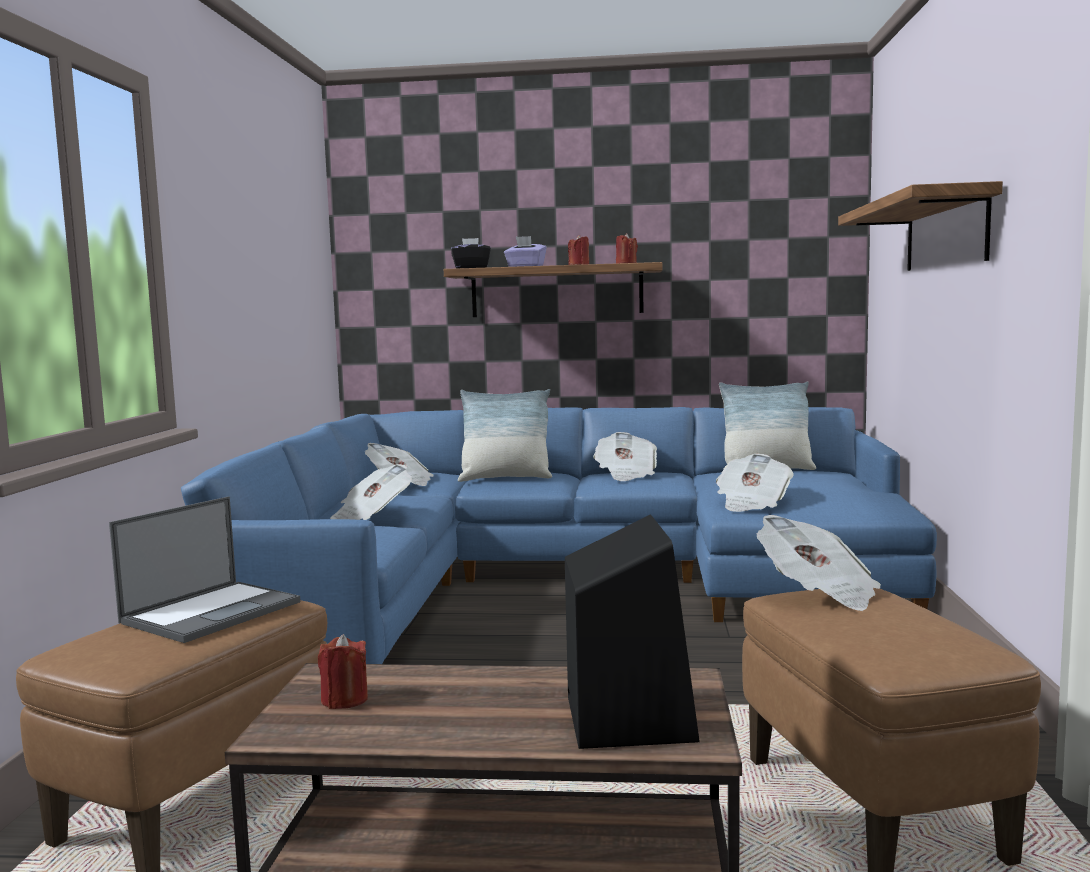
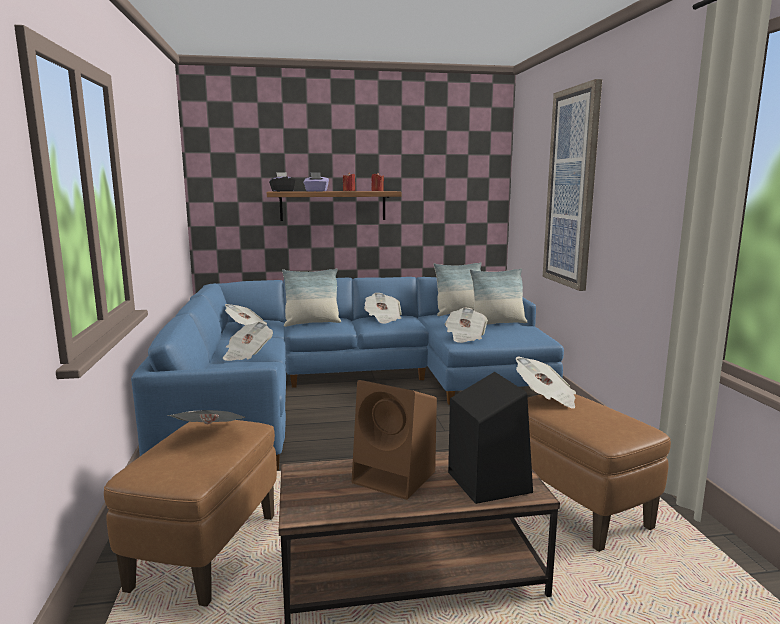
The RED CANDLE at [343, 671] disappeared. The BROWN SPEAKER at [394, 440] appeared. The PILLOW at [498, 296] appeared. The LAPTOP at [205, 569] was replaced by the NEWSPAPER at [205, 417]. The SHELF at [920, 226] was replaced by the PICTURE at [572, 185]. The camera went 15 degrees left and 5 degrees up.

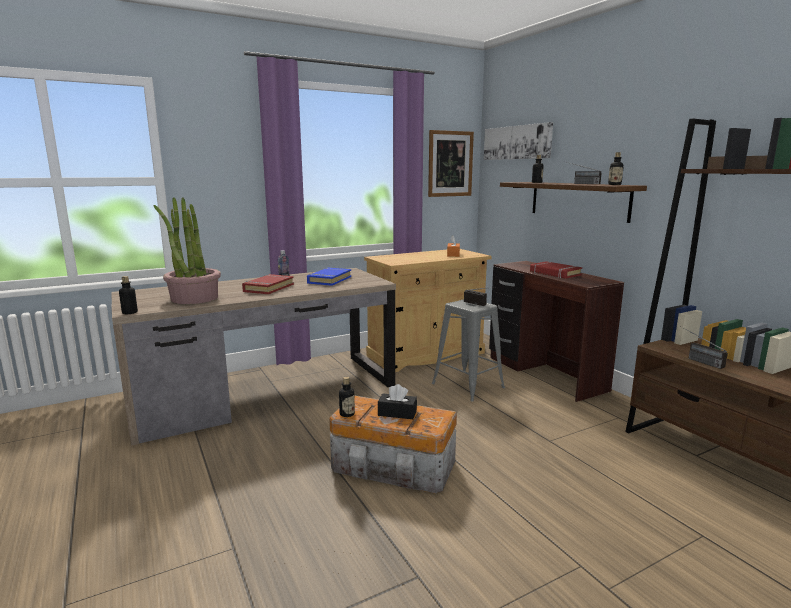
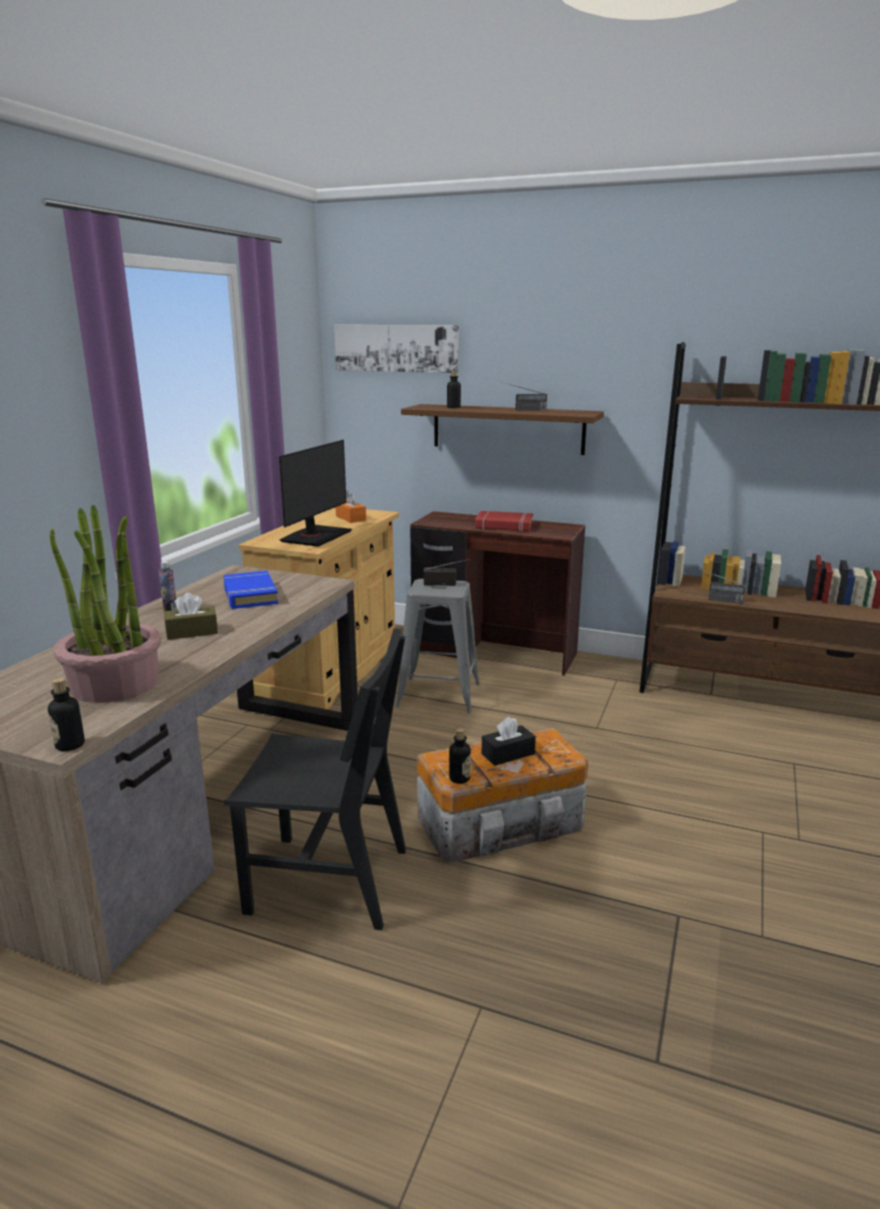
The PICTURE at [451, 163] disappeared. The BOTTLE at [616, 168] disappeared. The BLACK CHAIR at [315, 779] appeared. The MONITOR at [315, 493] appeared. The RED BOOK at [268, 284] was replaced by the BROWN TISSUE BOX at [191, 616]. The camera went 40 degrees left and 5 degrees up.

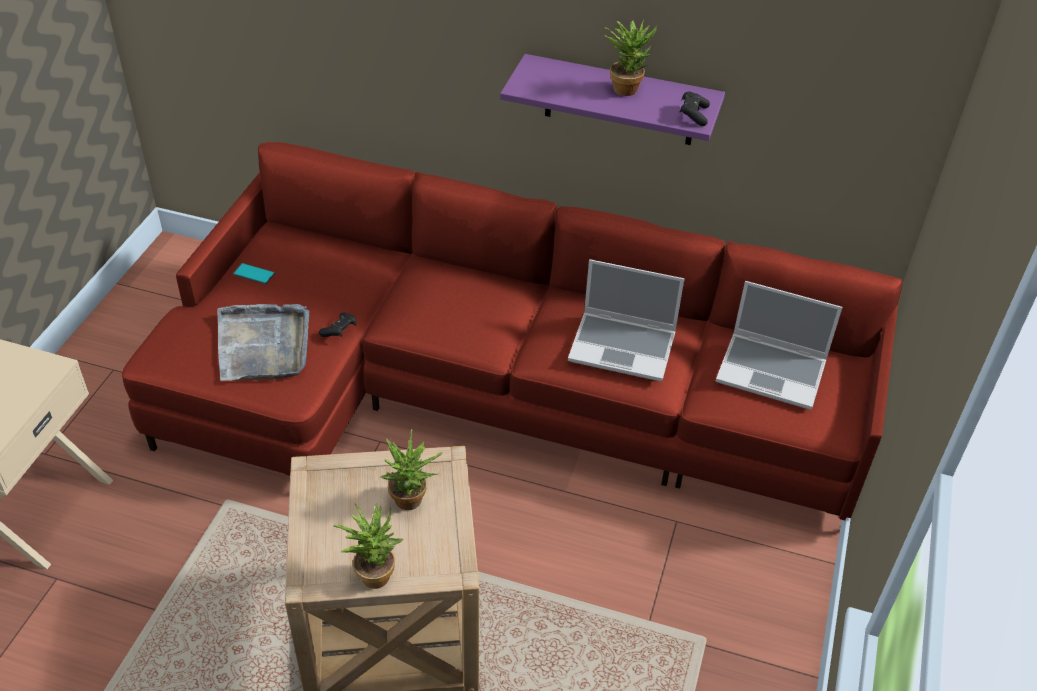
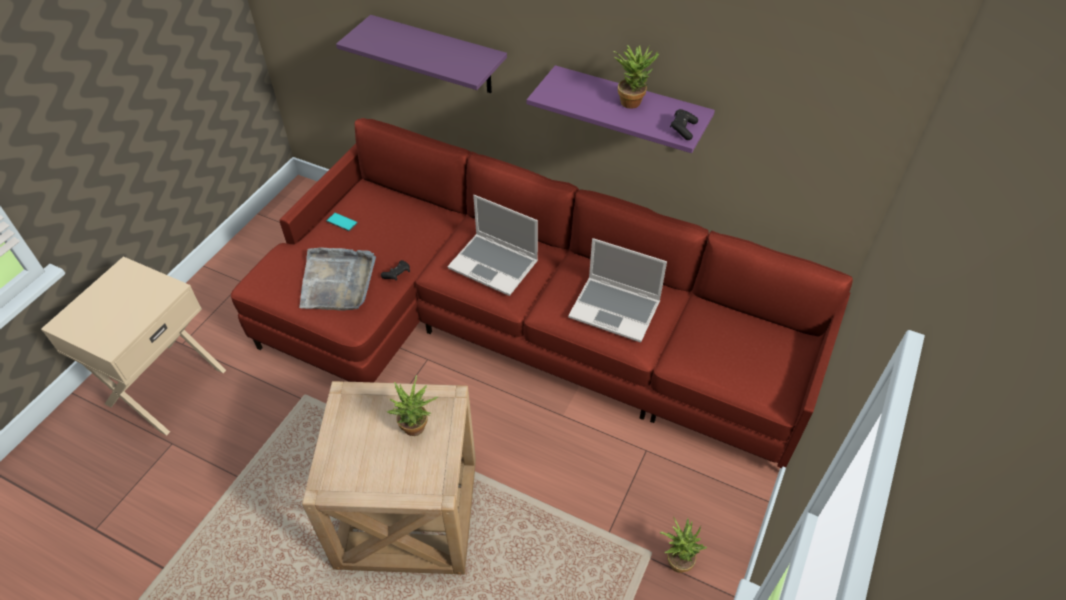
The PURPLE SHELF at [421, 54] appeared. The POTTED PLANT moved from [368, 546] to [683, 545]. The LAPTOP moved from [779, 345] to [492, 245]. The camera went 10 degrees right and 5 degrees up.

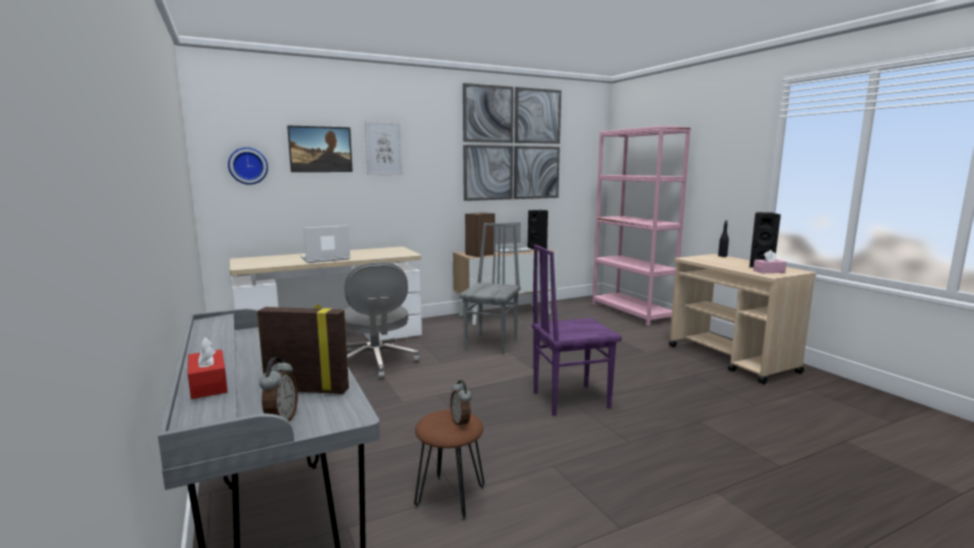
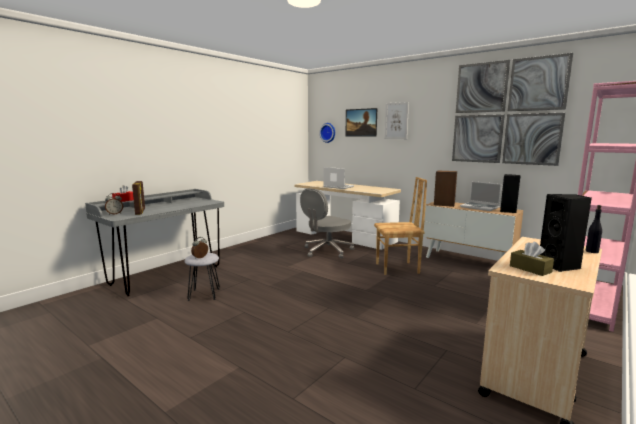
The PURPLE CHAIR at [577, 330] disappeared. The BROWN STOOL at [449, 465] became the GREY STOOL at [202, 277]. The GREY CHAIR at [490, 288] became the BROWN CHAIR at [400, 226]. The PINK TISSUE BOX at [770, 261] became the BROWN TISSUE BOX at [532, 259]. The camera went 65 degrees right and 0 degrees up.

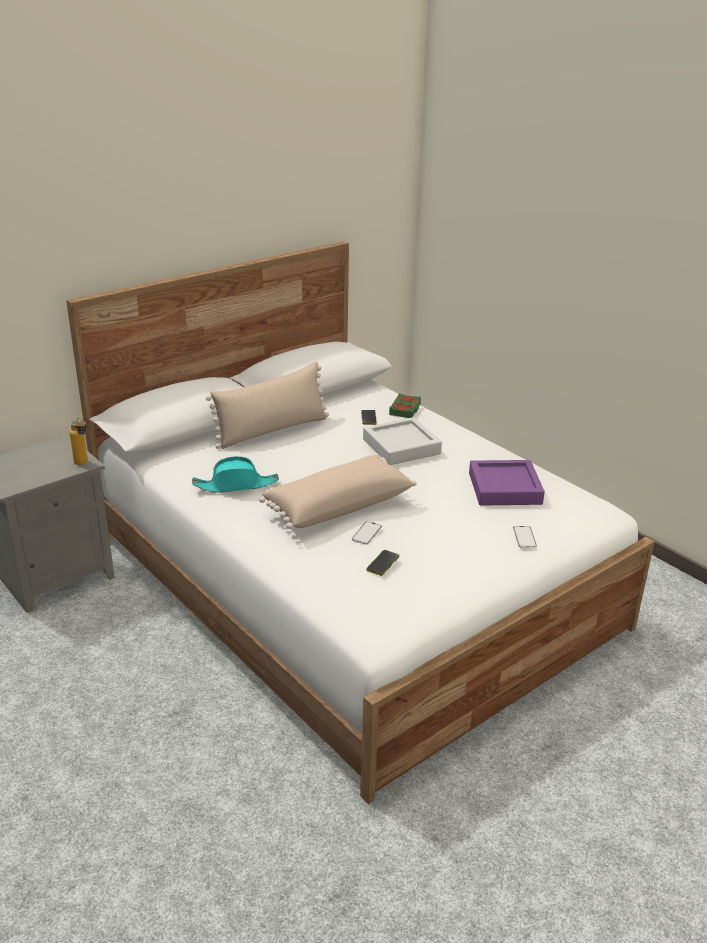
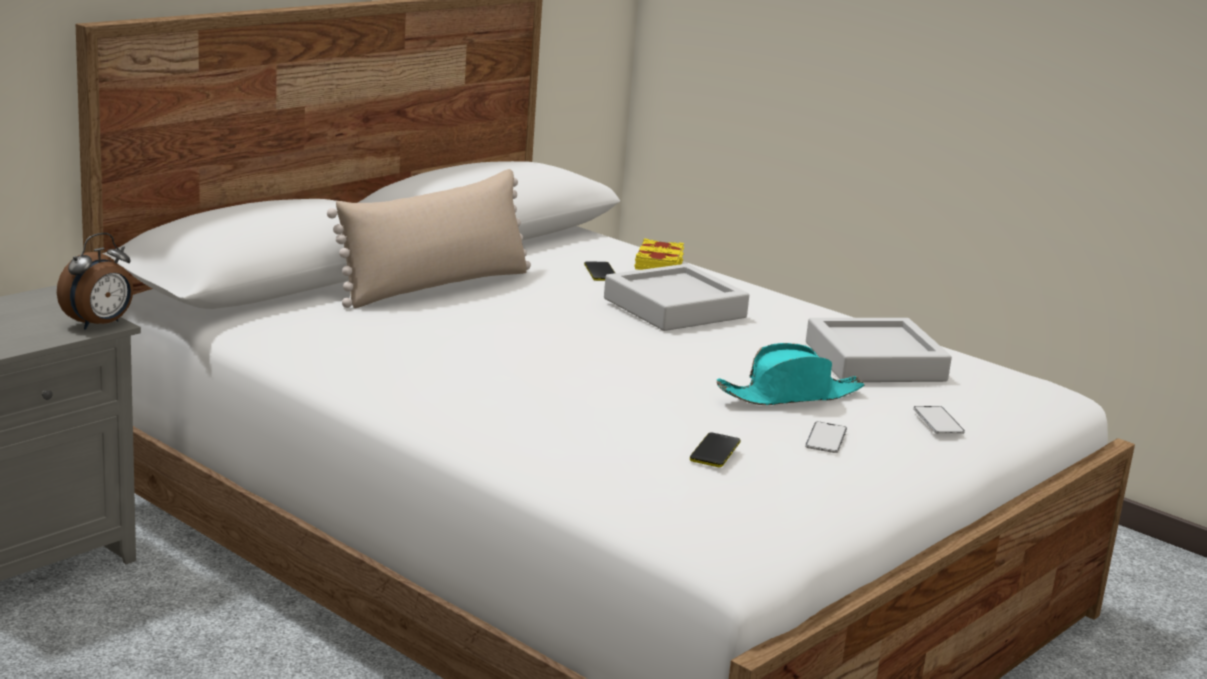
The BEIGE PILLOW at [337, 492] disappeared. The TURQUOISE HAT moved from [235, 474] to [791, 374]. The PHONE moved from [367, 533] to [826, 437]. The BOTTLE at [78, 441] was replaced by the ALARM CLOCK at [95, 281]. The GREEN BOOK at [405, 406] became the YELLOW BOOK at [659, 254]. The PURPLE TRAY at [507, 483] became the GREY TRAY at [879, 350]. The camera went 10 degrees left and 10 degrees down.

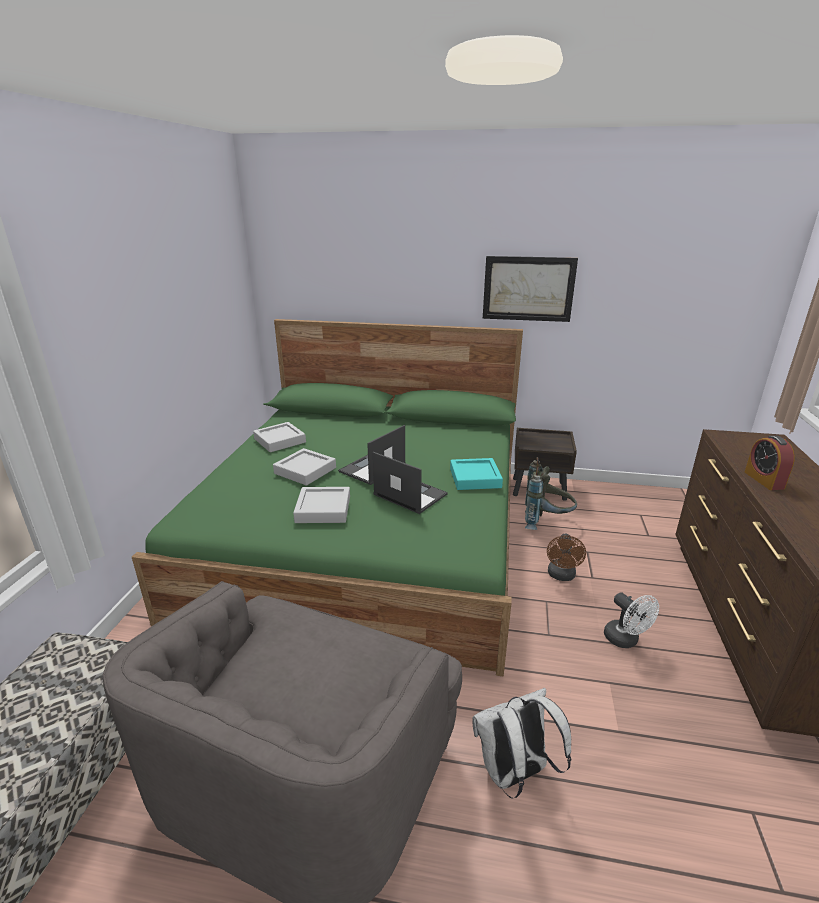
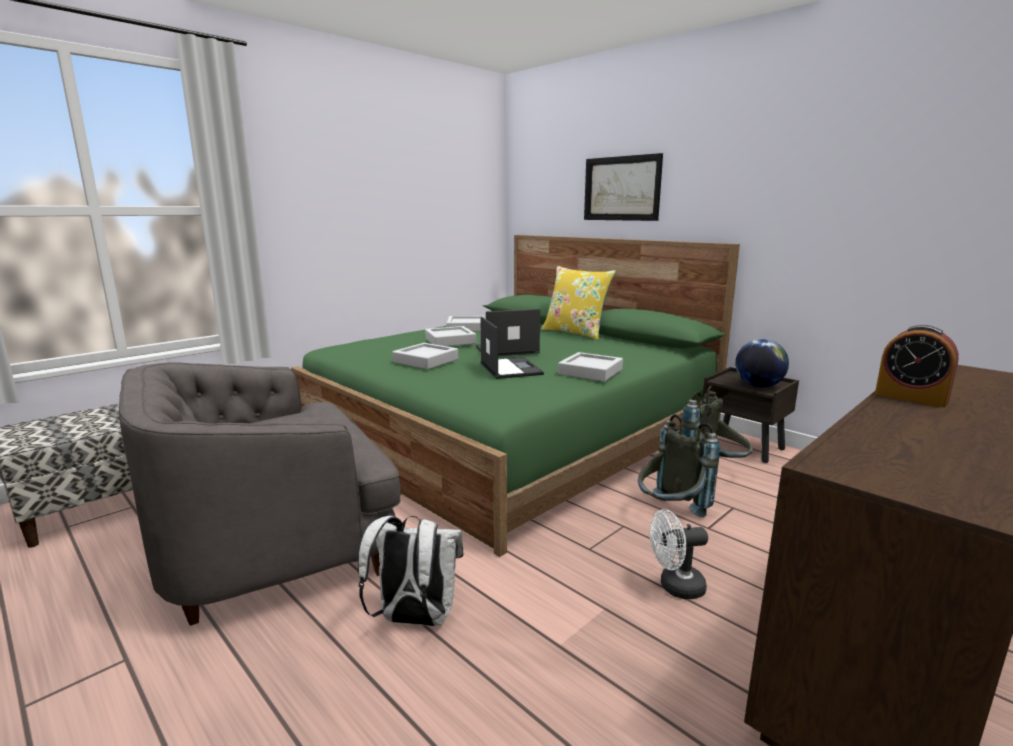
The YELLOW PILLOW at [578, 303] appeared. The GLOBE at [762, 363] appeared. The PICTURE moved from [530, 289] to [623, 187]. The BROWN FAN at [566, 557] was replaced by the GREY BACKPACK at [679, 465]. The TURQUOISE TRAY at [476, 474] became the GREY TRAY at [590, 367]. The WHITE FAN at [631, 620] turned 75 degrees clockwise. The ALARM CLOCK at [770, 463] turned 75 degrees counterclockwise. The camera went 35 degrees right and 10 degrees down.

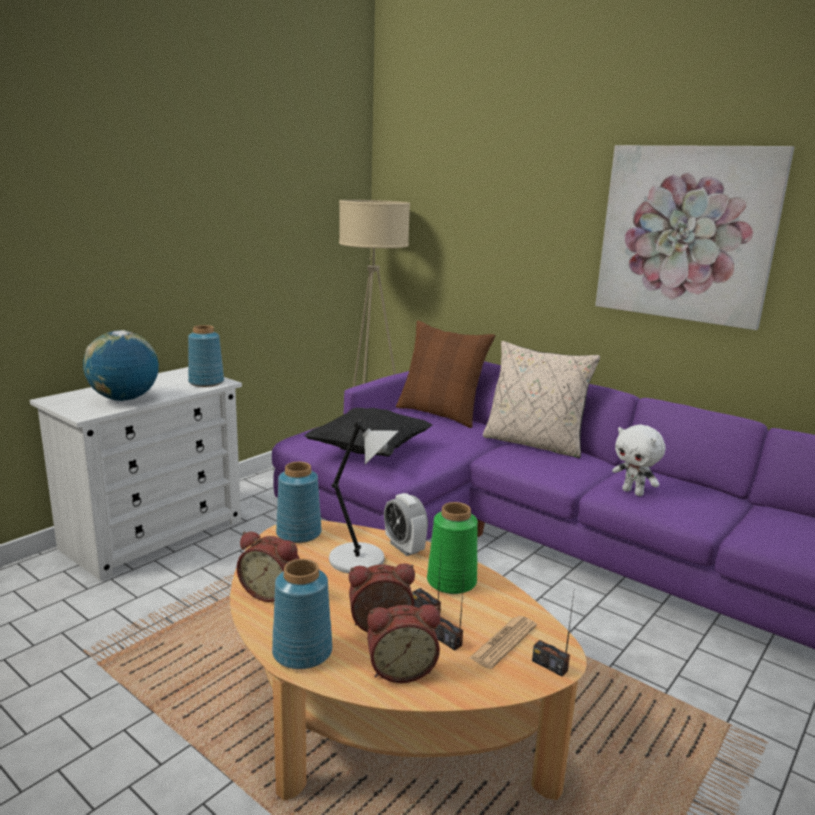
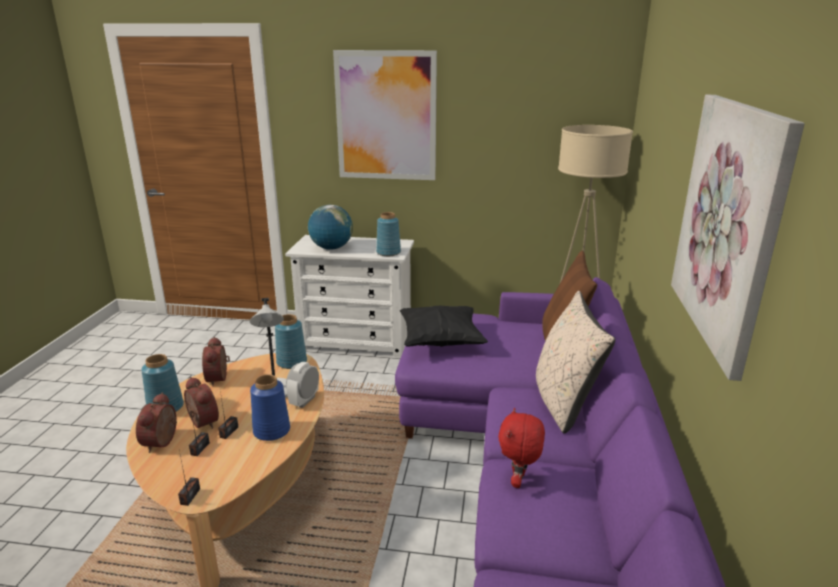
The NEWSPAPER at [503, 642] disappeared. The PICTURE at [385, 115] appeared. The GREEN VASE at [452, 548] became the BLUE VASE at [270, 407]. The WHITE PLUSH TOY at [638, 460] became the RED PLUSH TOY at [521, 448]. The ALARM CLOCK at [403, 643] turned 45 degrees clockwise. The camera went 60 degrees right and 5 degrees up.

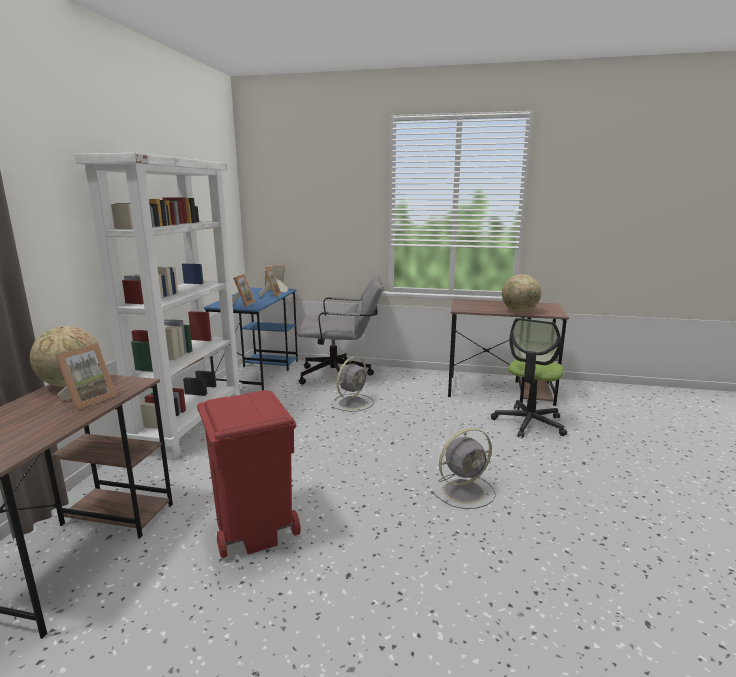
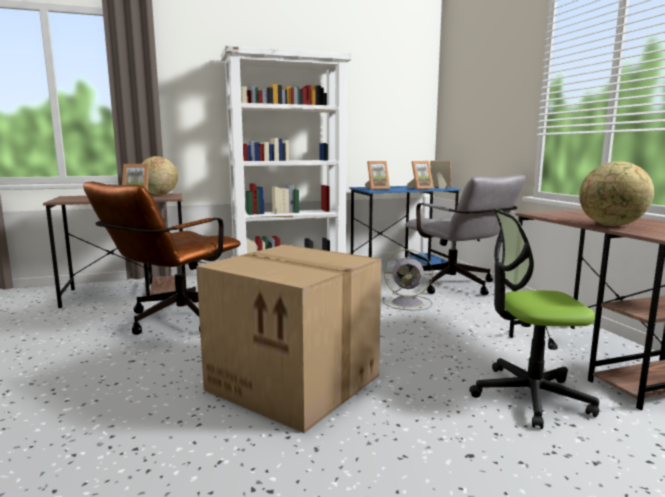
The RED TRASH CAN at [249, 474] was replaced by the BROWN OFFICE CHAIR at [162, 258]. The GREY FAN at [463, 468] was replaced by the CARDBOARD BOX at [289, 339]. The camera went 60 degrees right and 5 degrees down.

